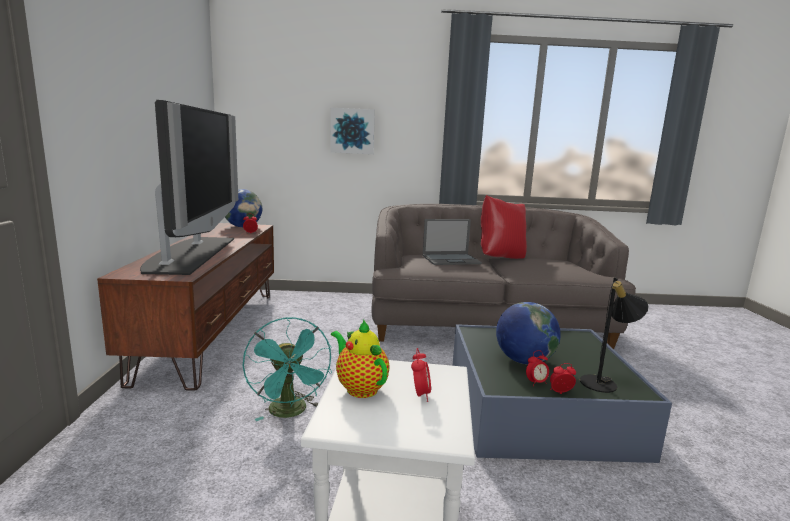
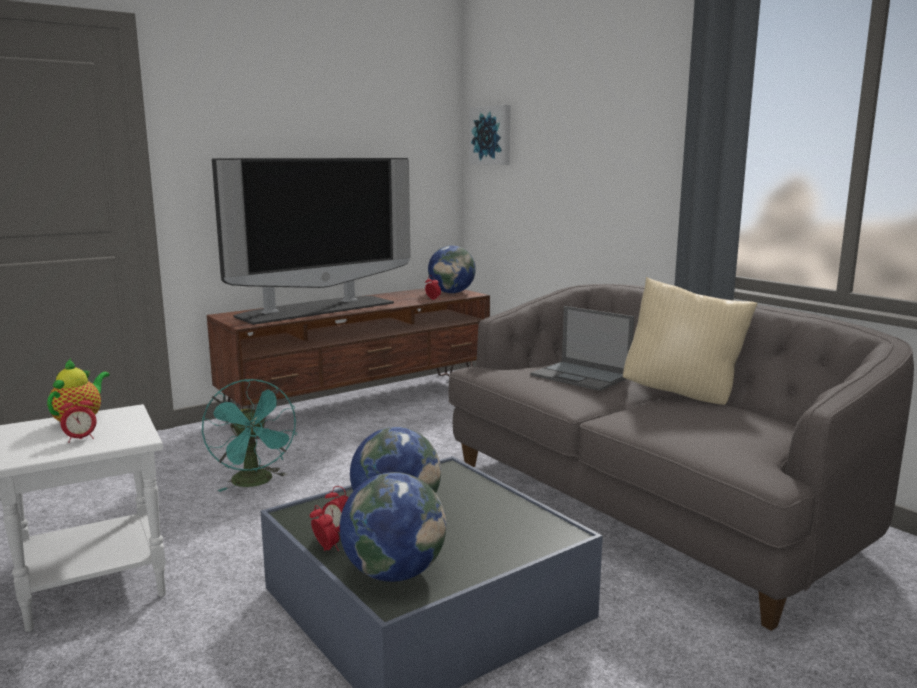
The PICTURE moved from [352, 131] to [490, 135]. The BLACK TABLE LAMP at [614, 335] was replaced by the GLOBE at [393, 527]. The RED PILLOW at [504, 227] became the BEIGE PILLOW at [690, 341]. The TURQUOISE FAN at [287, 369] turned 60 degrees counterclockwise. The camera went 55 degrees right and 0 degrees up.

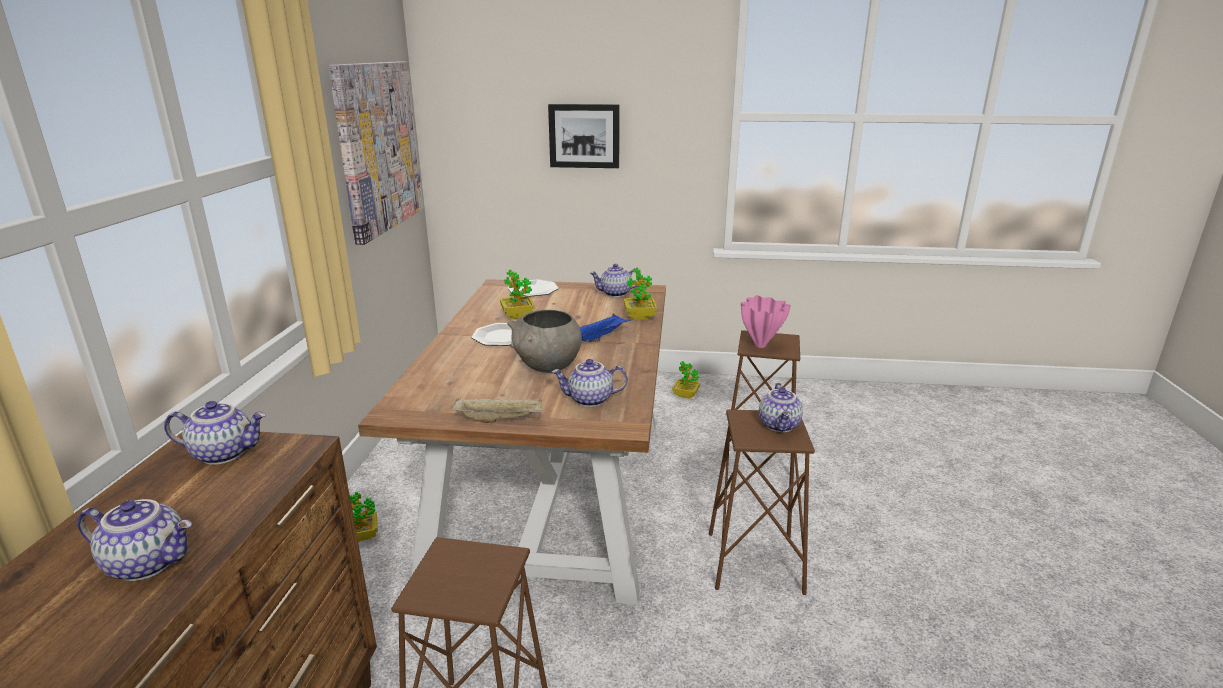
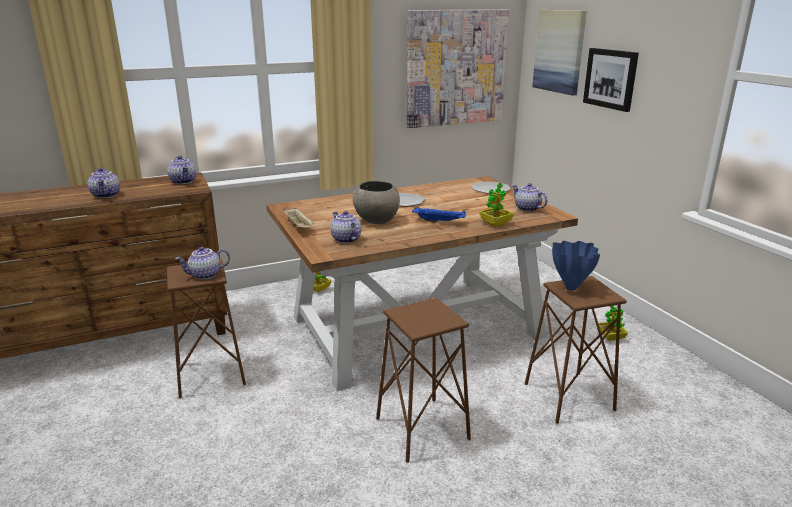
The POTTED PLANT at [517, 294] disappeared. The PICTURE at [559, 52] appeared. The TEAPOT moved from [781, 407] to [202, 263]. The PINK VASE at [766, 321] became the BLUE VASE at [576, 266]. The camera went 60 degrees right and 0 degrees up.

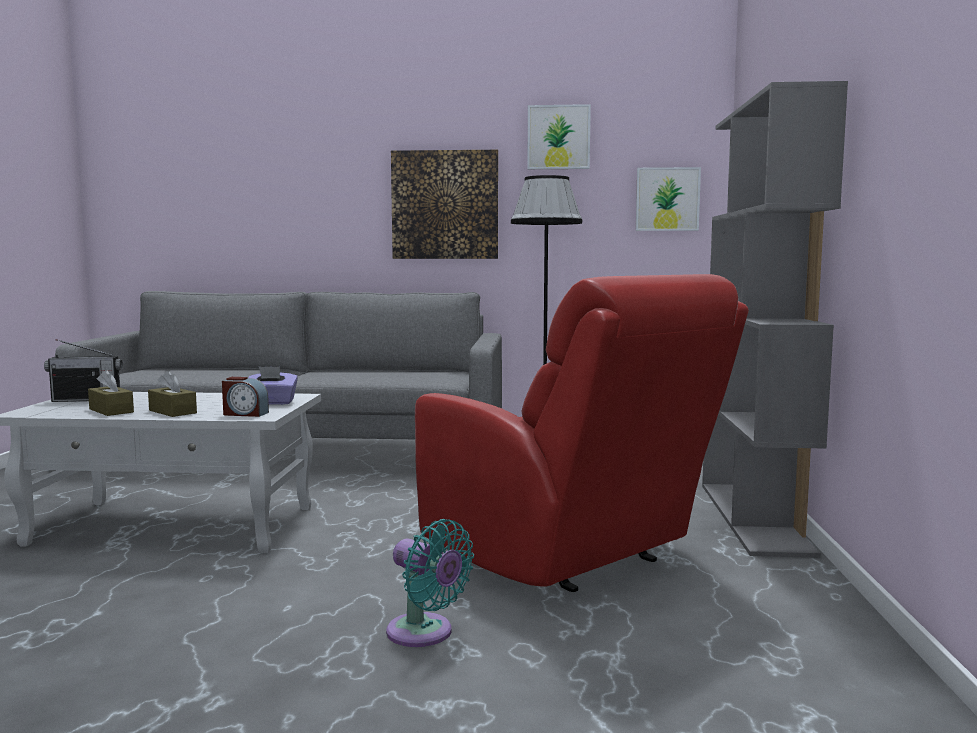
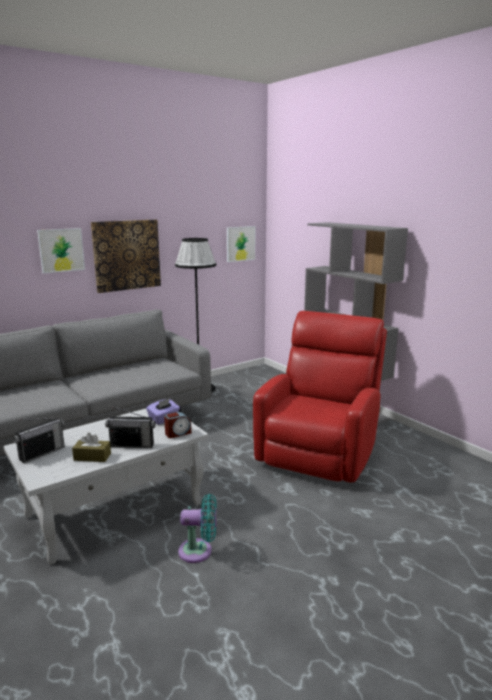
The TURQUOISE FAN moved from [430, 583] to [197, 528]. The PICTURE moved from [559, 136] to [61, 251]. The BROWN TISSUE BOX at [172, 393] was replaced by the RADIO at [130, 427]. The RED ARMCHAIR at [582, 433] turned 75 degrees counterclockwise. The camera went 40 degrees left and 10 degrees up.

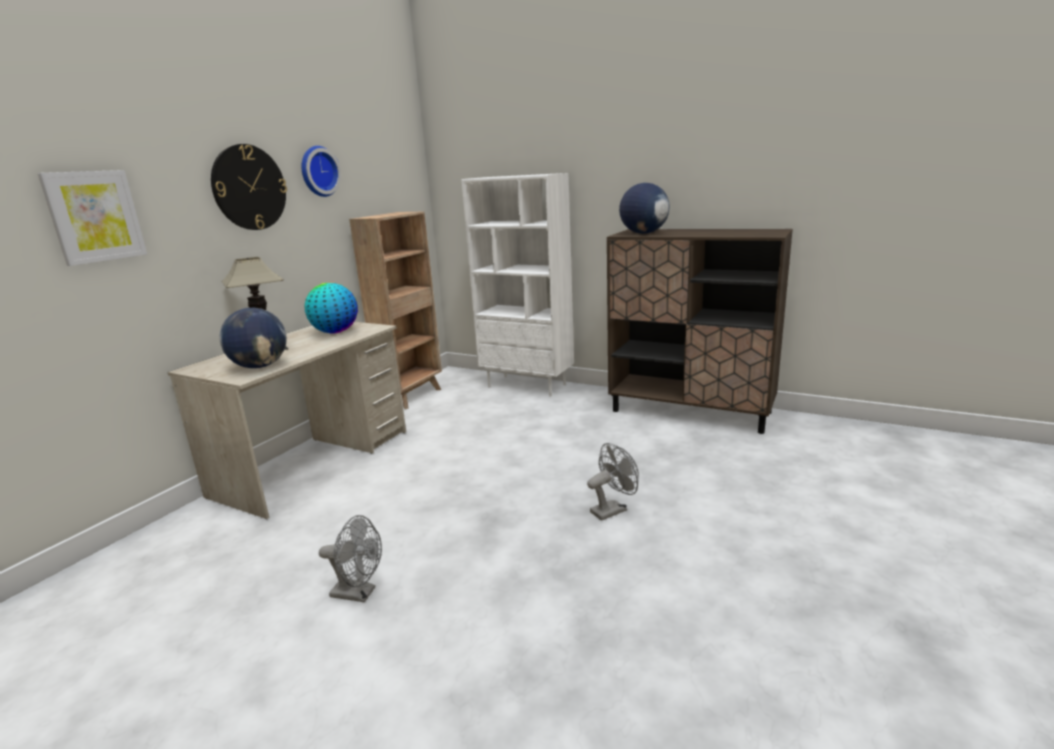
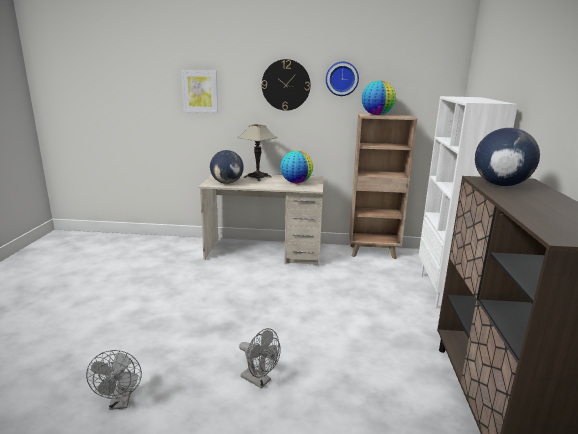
The GLOBE at [379, 97] appeared. The GREY FAN moved from [350, 558] to [114, 380]. The camera went 65 degrees right and 0 degrees up.

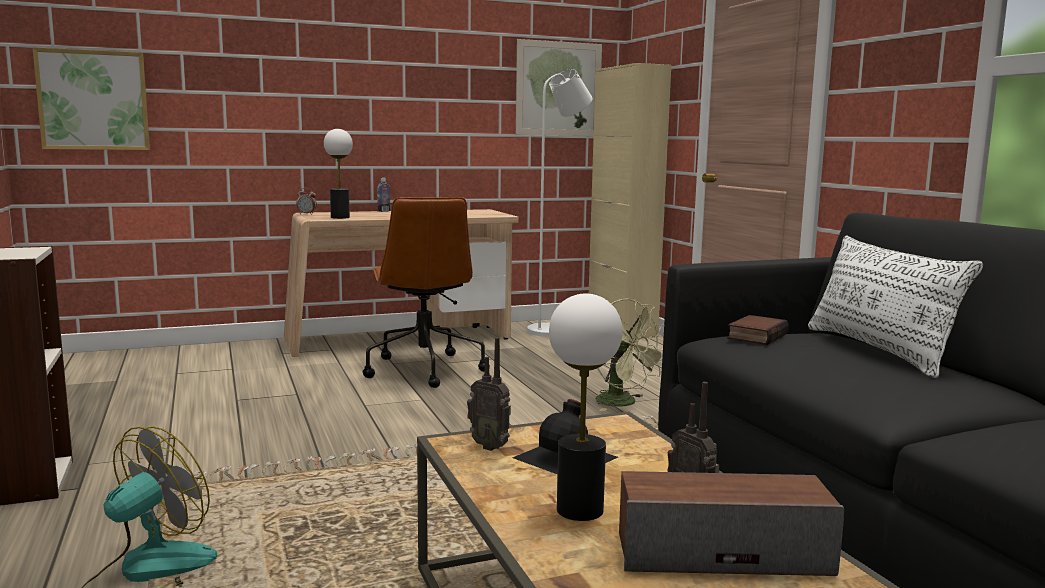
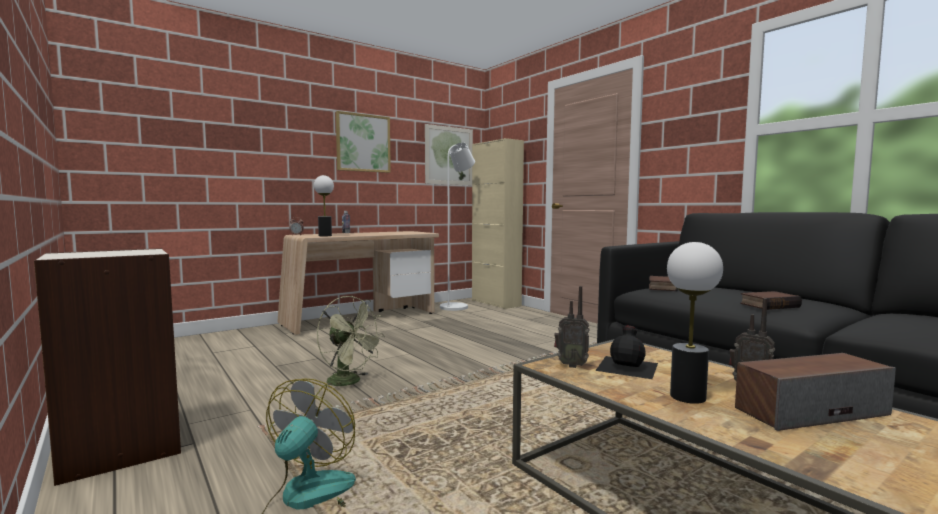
The BROWN OFFICE CHAIR at [426, 292] disappeared. The WHITE PILLOW at [895, 307] disappeared. The BOOK at [771, 300] appeared. The PICTURE moved from [91, 98] to [363, 142]. The GREEN FAN moved from [629, 354] to [351, 344]. The camera went 15 degrees left and 5 degrees down.

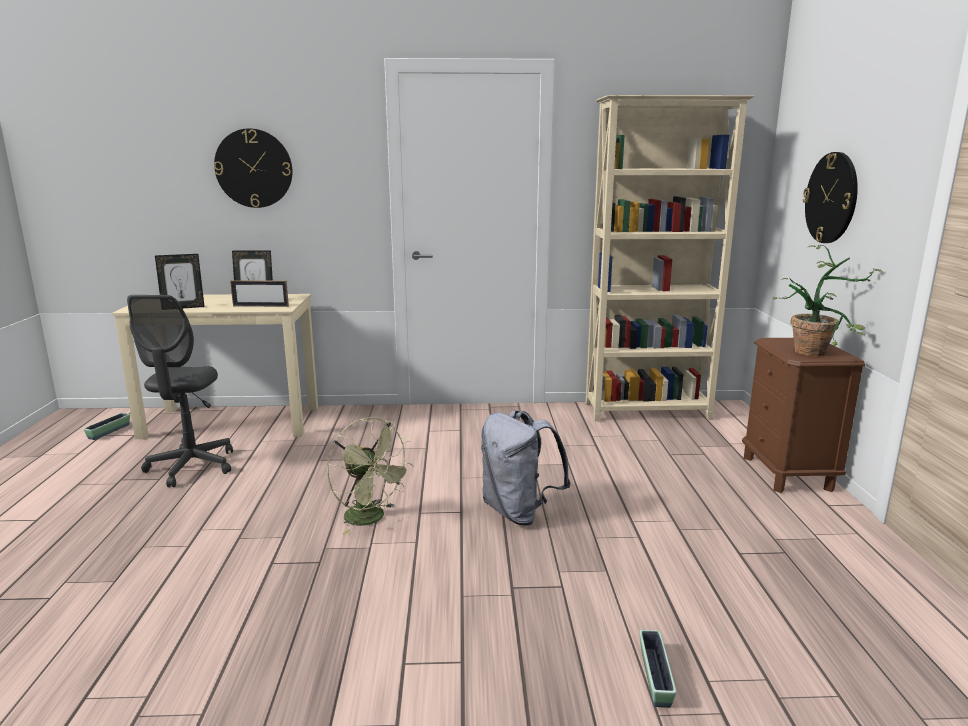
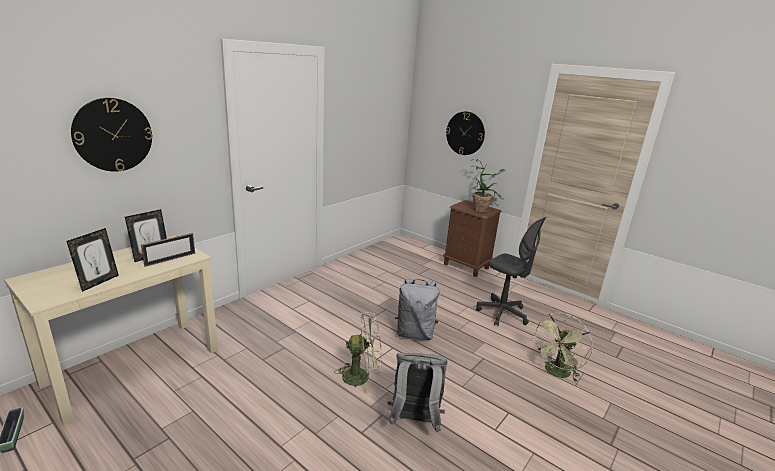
The BEIGE BOOKCASE at [669, 258] disappeared. The GREY BACKPACK at [417, 392] appeared. The GREY OFFICE CHAIR moved from [180, 391] to [511, 271]. The PLANTER at [657, 669] was replaced by the GREEN FAN at [563, 348]. The camera went 50 degrees left and 5 degrees up.

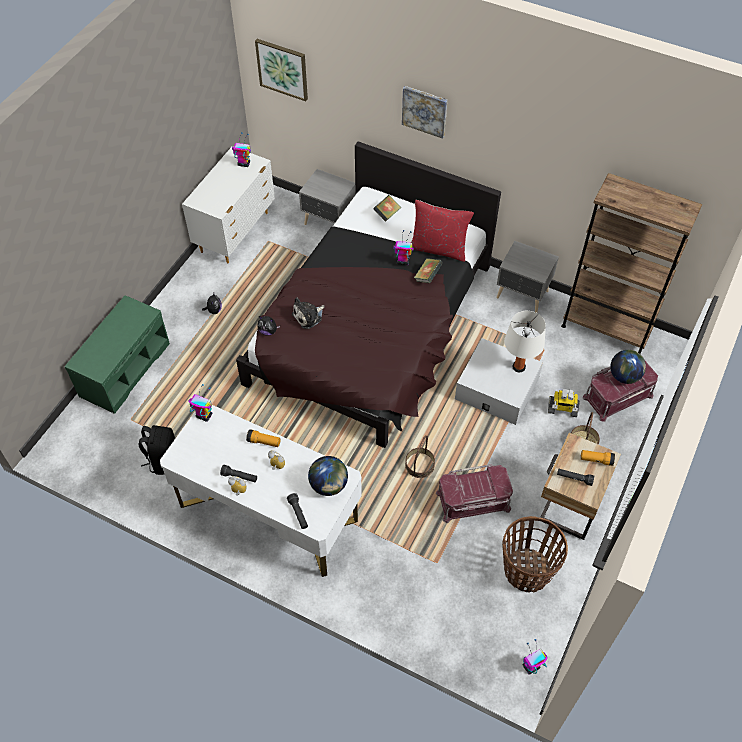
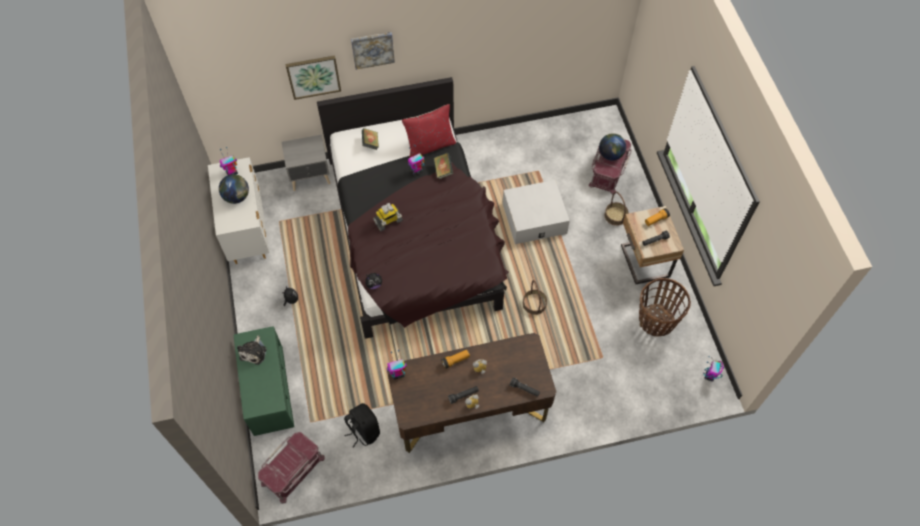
The GREY NIGHTSTAND at [527, 277] disappeared. The WHITE TABLE LAMP at [525, 342] disappeared. The BROWN BOOKCASE at [631, 263] disappeared. The PICTURE moved from [281, 70] to [313, 77]. The PLUSH TOY moved from [308, 313] to [252, 350]. The GLOBE moved from [328, 476] to [234, 189]. The RED STORAGE BOX moved from [474, 493] to [291, 468]. The TOY ROBOT moved from [564, 403] to [388, 217]. The WHITE DESK at [261, 491] became the BROWN DESK at [471, 393]. The camera went 40 degrees left and 5 degrees up.

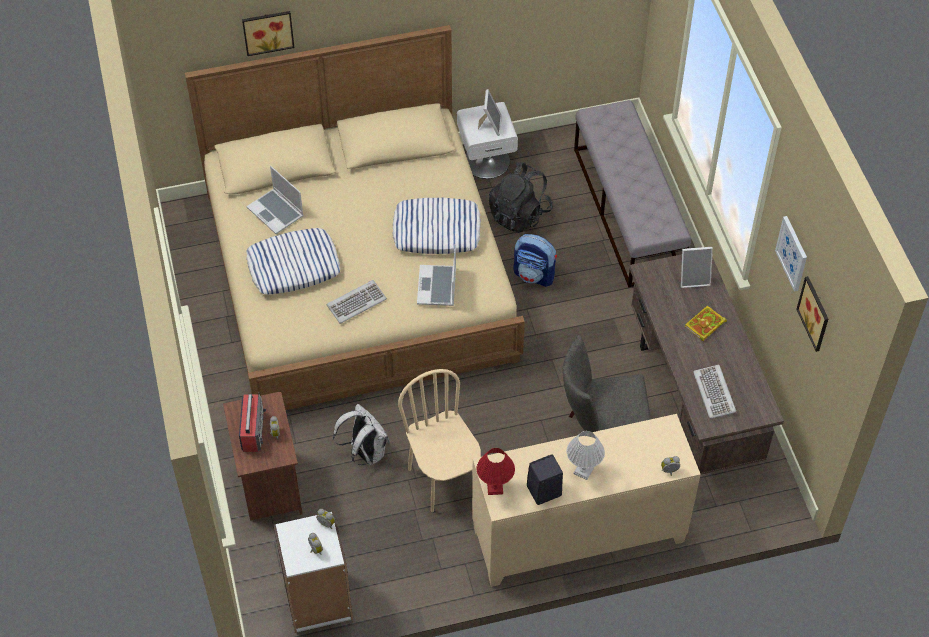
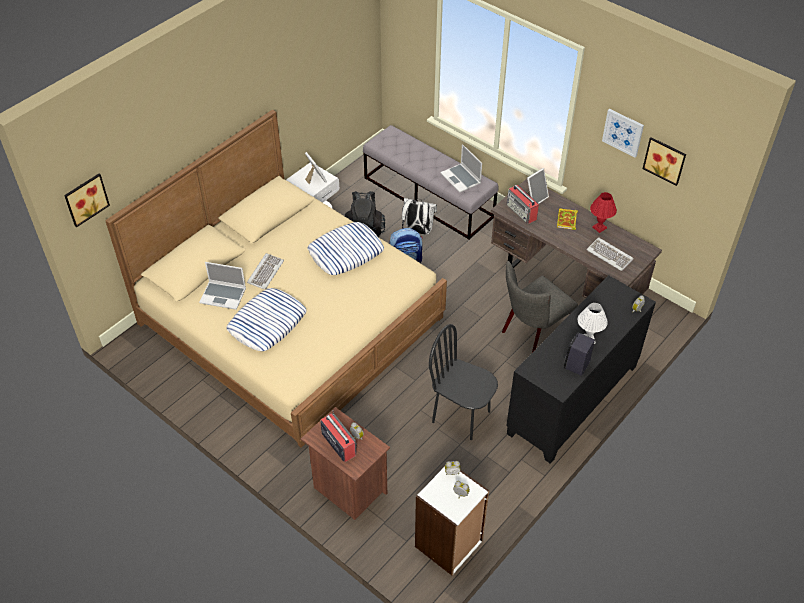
The RADIO at [523, 204] appeared. The PICTURE moved from [268, 33] to [87, 200]. The KEYBOARD moved from [357, 302] to [265, 271]. The WHITE BACKPACK moved from [361, 434] to [419, 216]. The LAPTOP moved from [436, 275] to [461, 168]. The RED TABLE LAMP moved from [495, 471] to [603, 212]. The BEIGE CHAIR at [439, 440] became the BLACK CHAIR at [463, 382]. The BEIGE CABINET at [586, 500] became the BLACK CABINET at [581, 369]. The camera went 35 degrees left and 5 degrees down.

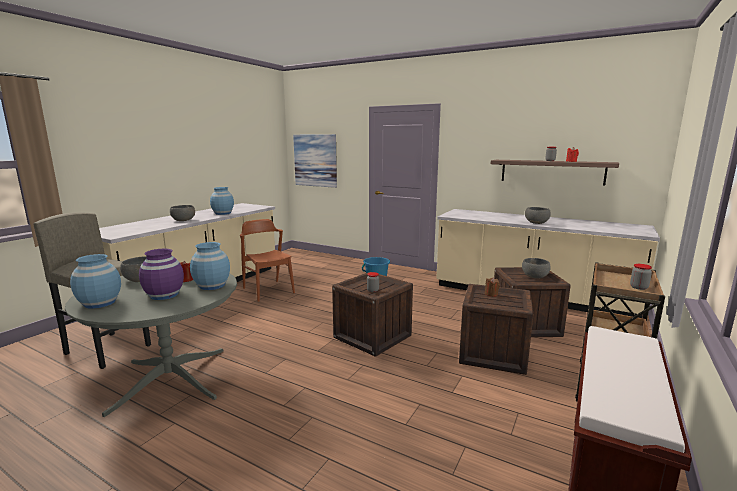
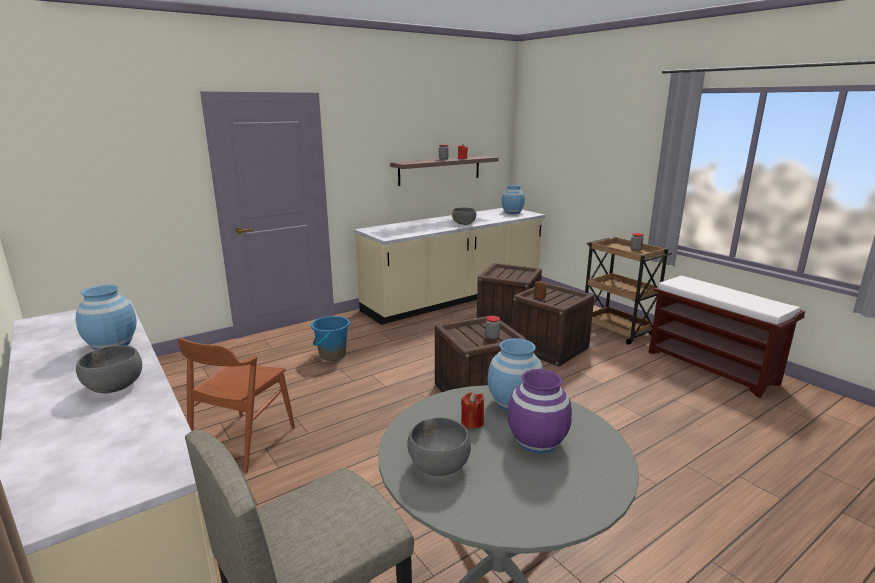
The PICTURE at [315, 161] disappeared. The GREY BOWL at [536, 268] disappeared. The BLUE VASE moved from [95, 281] to [513, 199]. The BROWN CHAIR at [267, 260] turned 60 degrees counterclockwise. The camera went 65 degrees left and 5 degrees up.

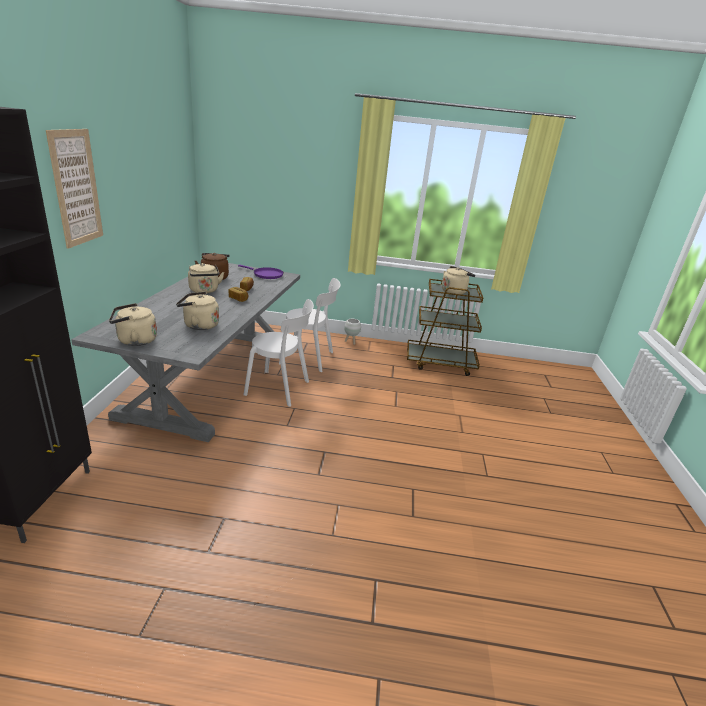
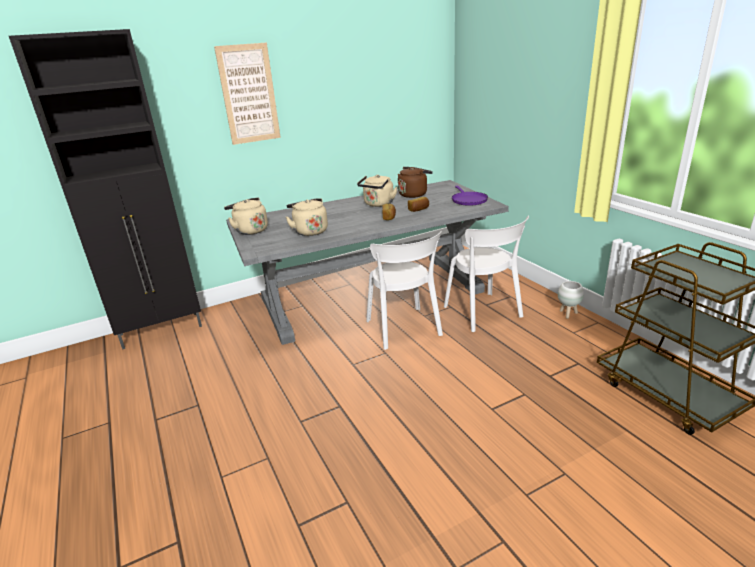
The BEIGE KETTLE at [459, 280] disappeared. The camera went 60 degrees right and 0 degrees up.

